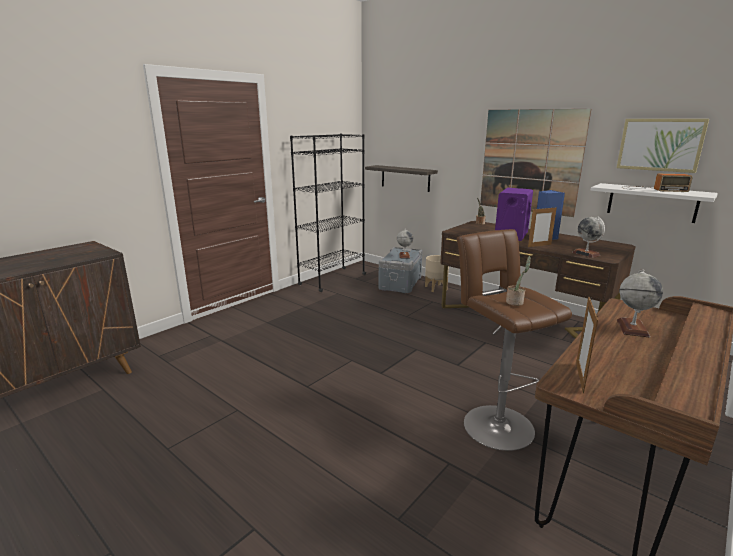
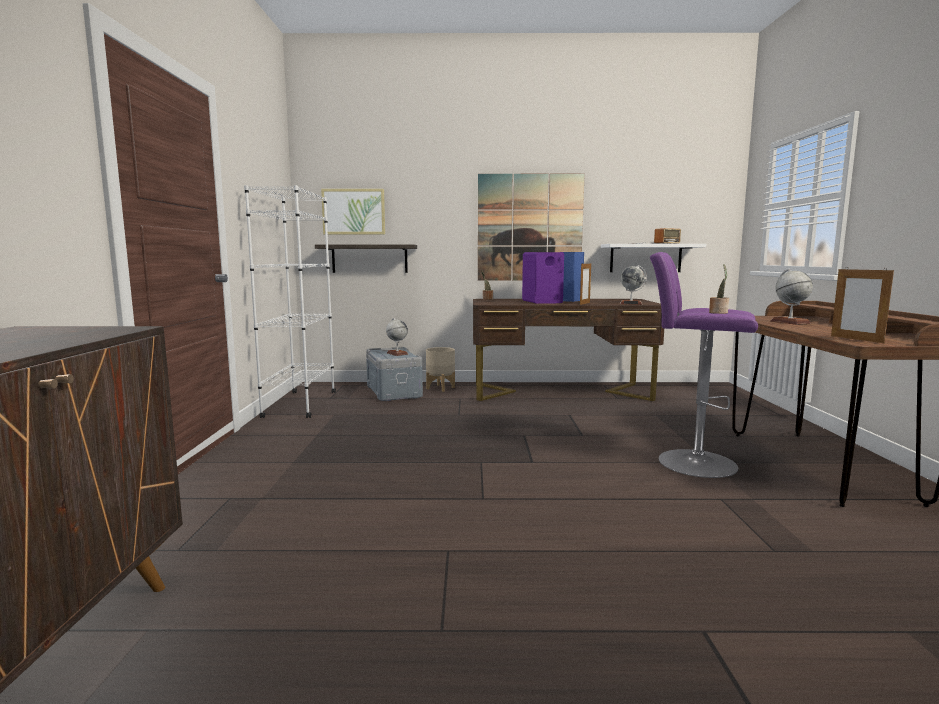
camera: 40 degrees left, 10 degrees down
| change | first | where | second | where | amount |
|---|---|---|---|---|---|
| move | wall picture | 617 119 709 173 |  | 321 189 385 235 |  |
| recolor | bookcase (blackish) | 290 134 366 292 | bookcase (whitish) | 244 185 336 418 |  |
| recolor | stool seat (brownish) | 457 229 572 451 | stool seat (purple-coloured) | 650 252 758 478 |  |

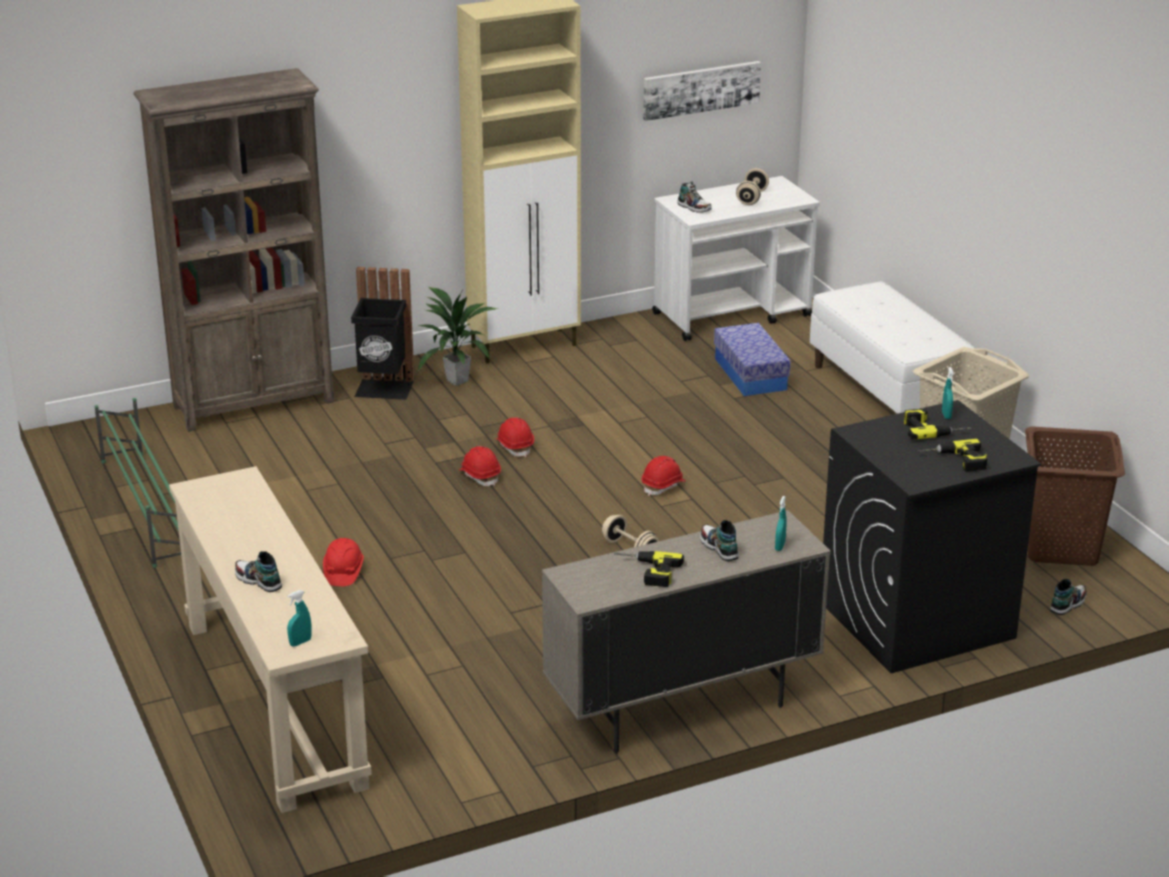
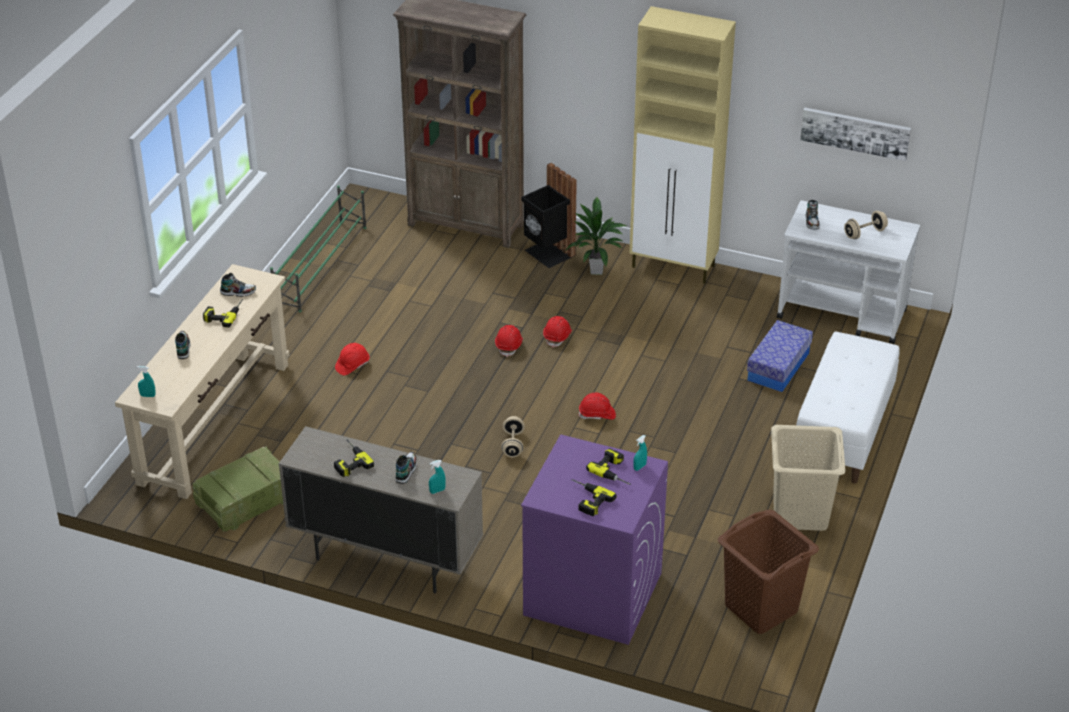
camera: 45 degrees right, 10 degrees up
| change | first | where | second | where | amount |
|---|---|---|---|---|---|
| insert |  |  | packing crate | 192 446 283 532 |  |
| insert |  |  | power drill | 203 300 242 328 |  |
| move | shoe | 1050 579 1087 615 |  | 220 273 256 297 |  |
| recolor | washing machine (blackish) | 823 400 1041 673 | washing machine (purple-coloured) | 521 434 668 645 |  |

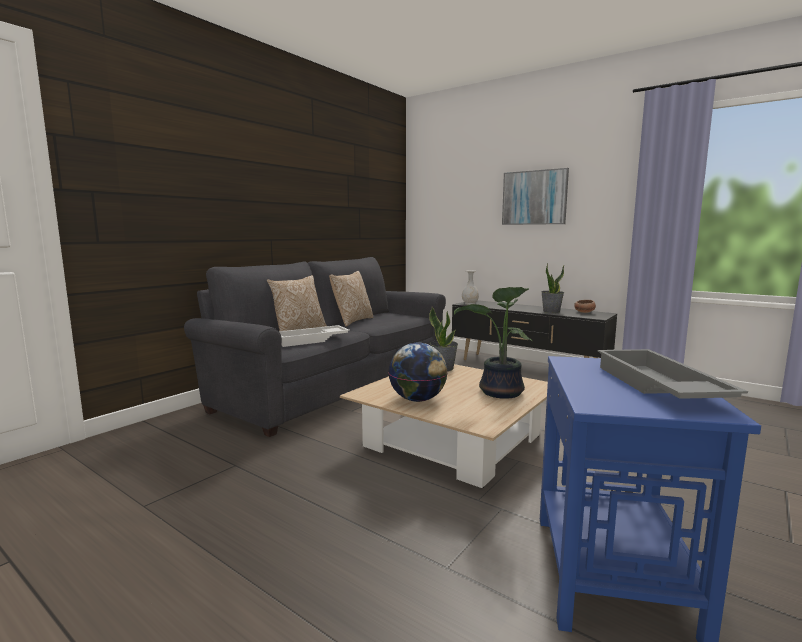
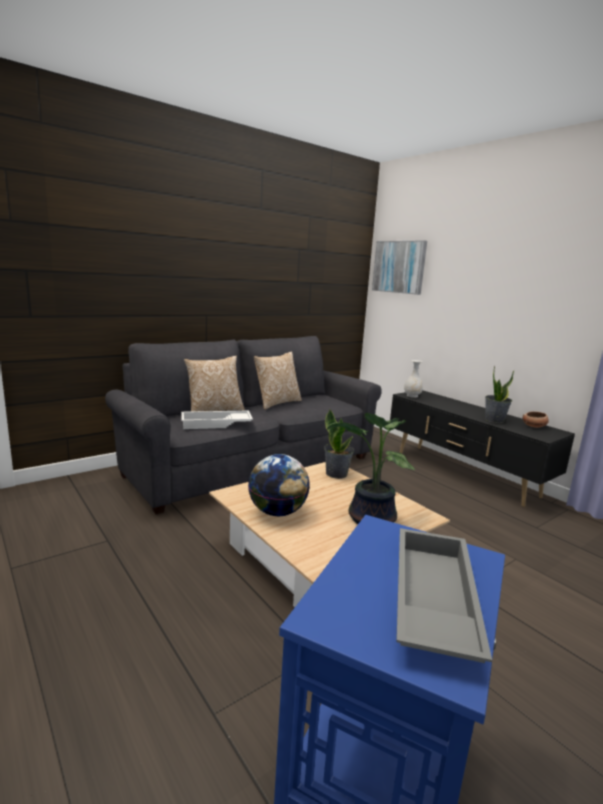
camera: 15 degrees right, 5 degrees up
| change | first | where | second | where | amount |
|---|---|---|---|---|---|
| move | wall picture | 502 168 569 225 |  | 372 240 427 295 |  |

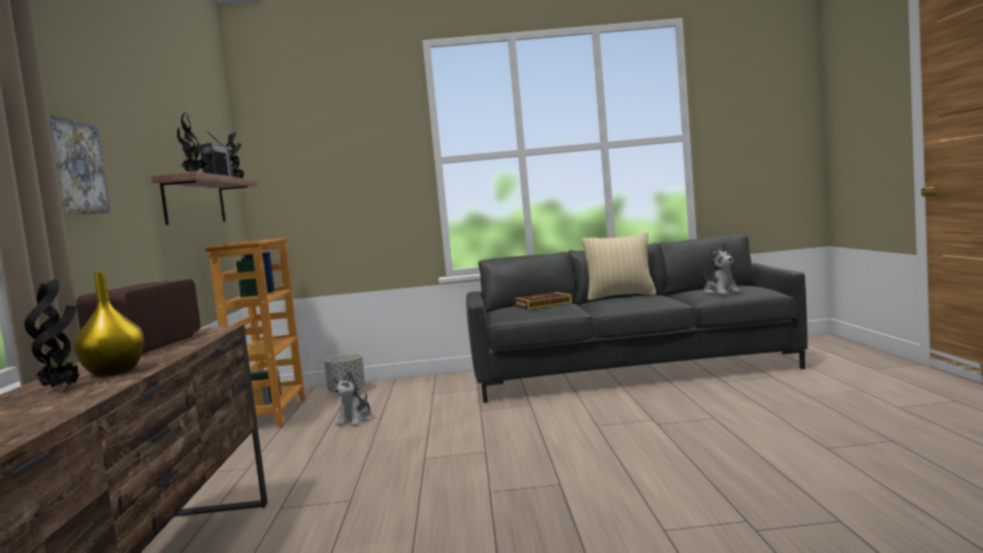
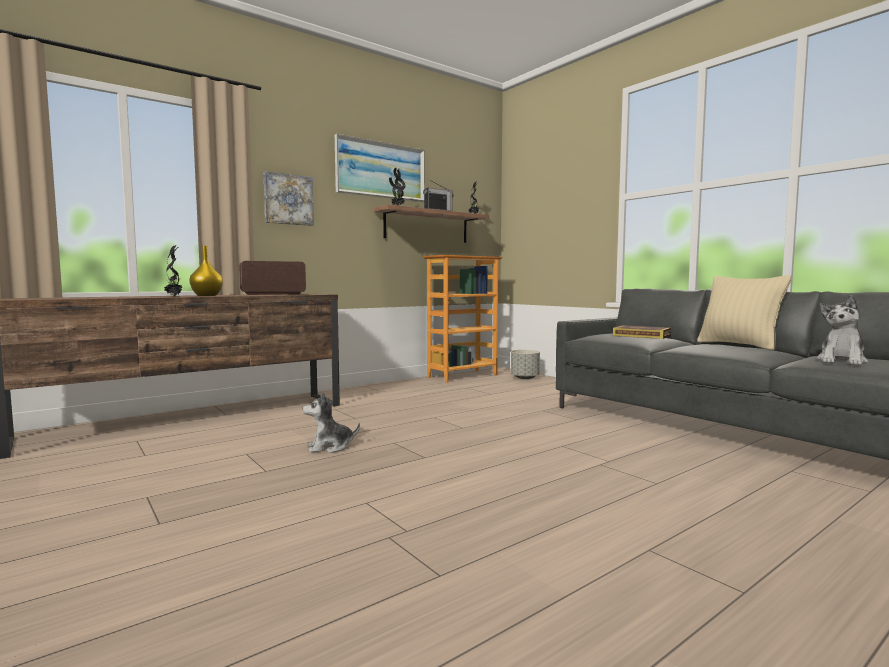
camera: 55 degrees right, 0 degrees up
| change | first | where | second | where | amount |
|---|---|---|---|---|---|
| insert |  |  | wall picture | 335 134 425 202 |  |
| move | plush toy | 333 371 372 426 |  | 303 392 360 453 |  |

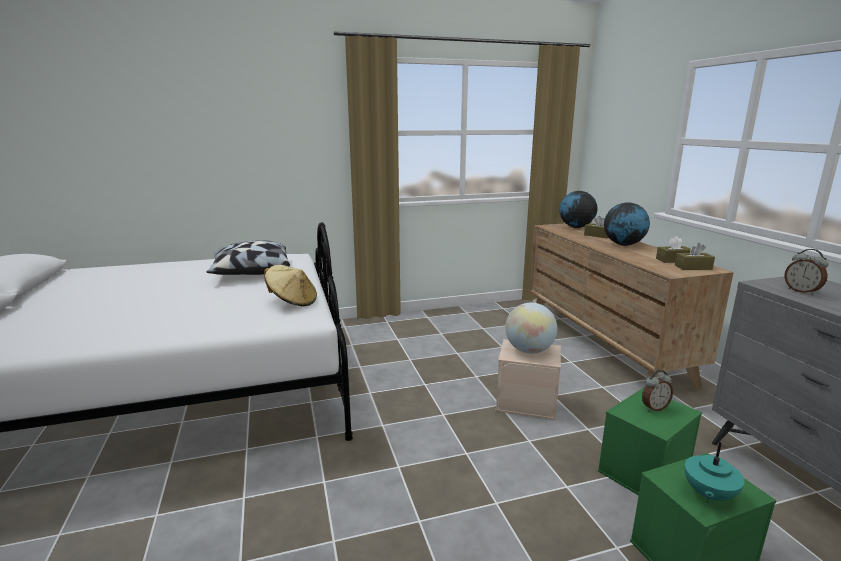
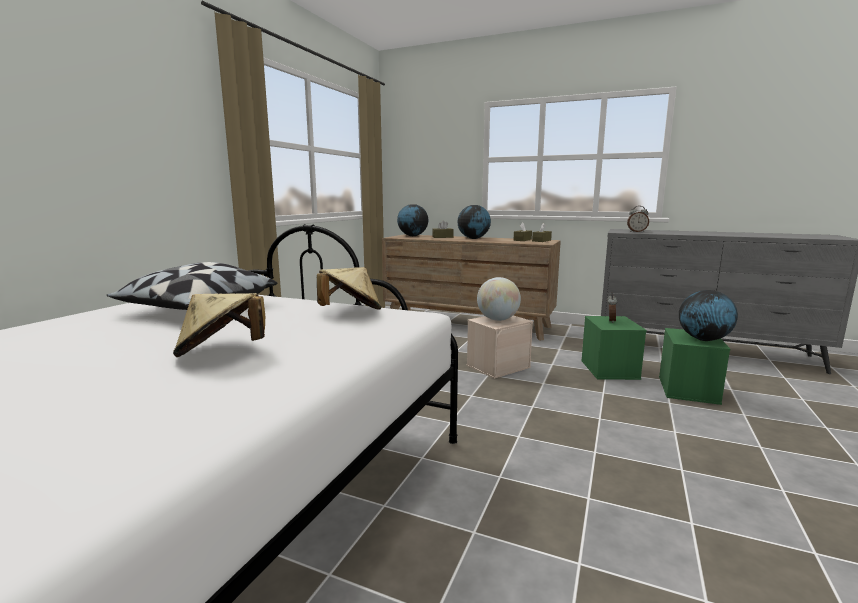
camera: 50 degrees left, 5 degrees down
| change | first | where | second | where | amount |
|---|---|---|---|---|---|
| insert |  |  | hat (beige-coloured) | 173 293 265 357 |  |
| replace | pot for tea (turquoise) | 685 442 745 503 | globe | 679 290 738 341 |  |

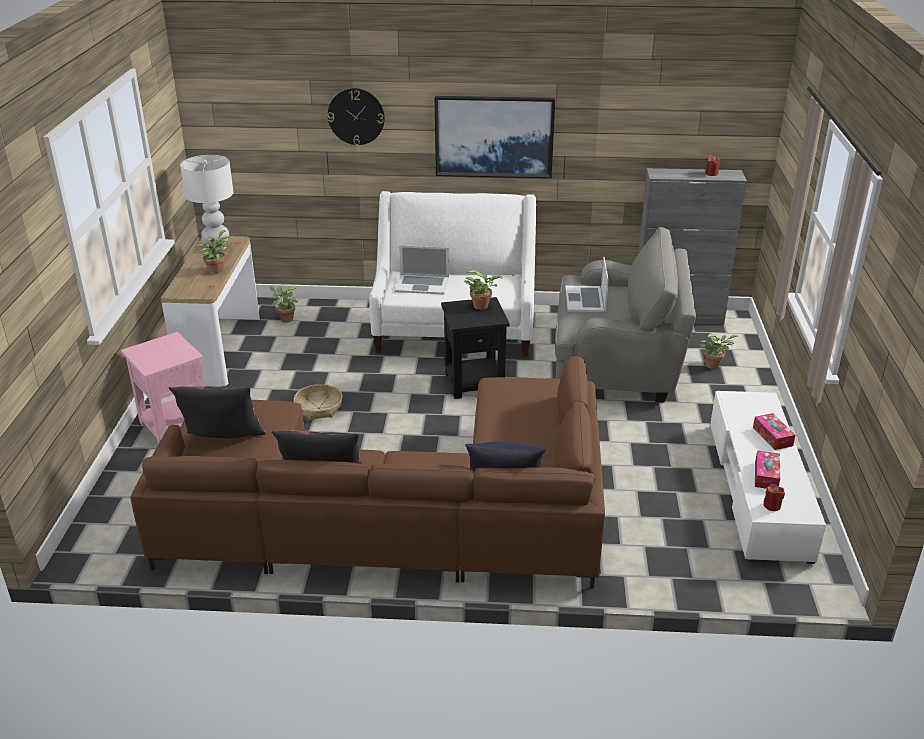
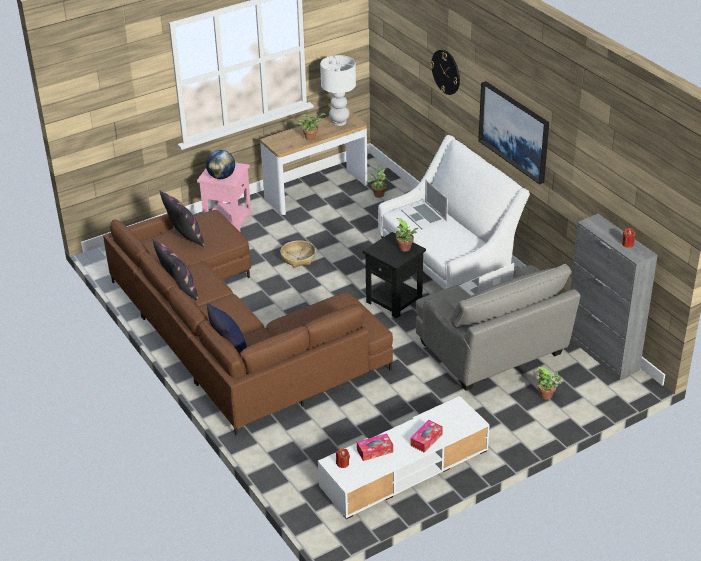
camera: 55 degrees right, 5 degrees up
| change | first | where | second | where | amount |
|---|---|---|---|---|---|
| insert |  |  | globe | 206 150 235 179 |  |

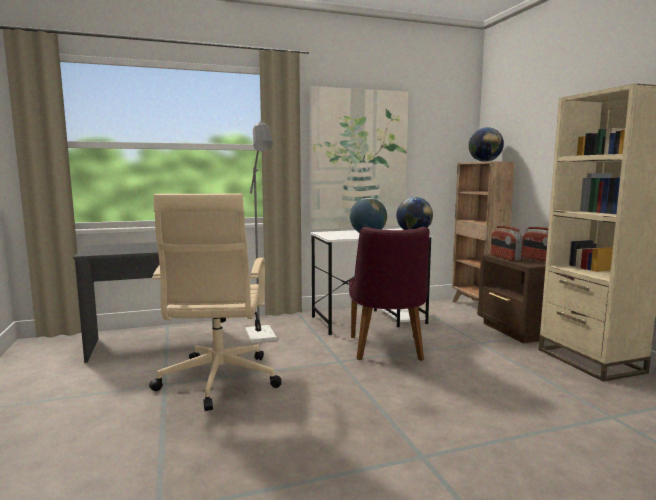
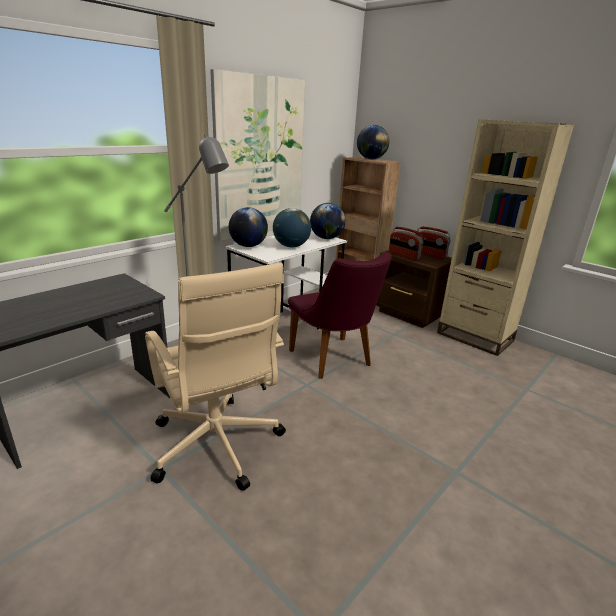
camera: 30 degrees left, 15 degrees up
| change | first | where | second | where | amount |
|---|---|---|---|---|---|
| insert |  |  | globe | 229 207 268 247 |  |

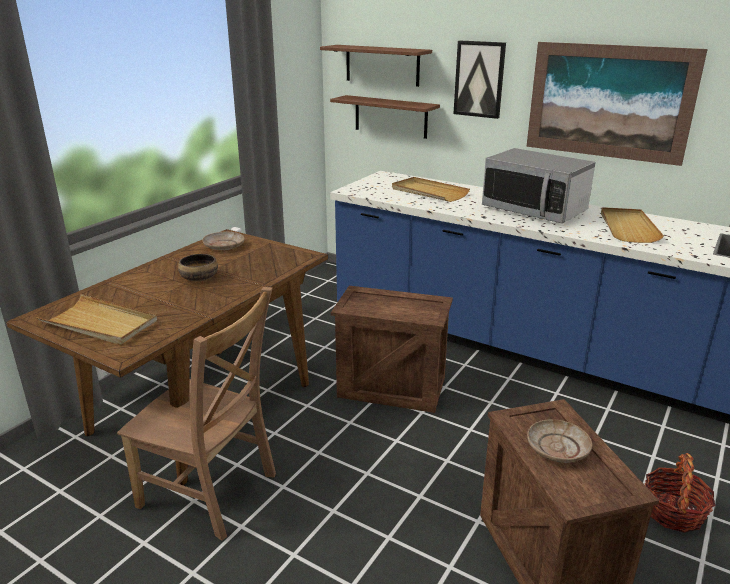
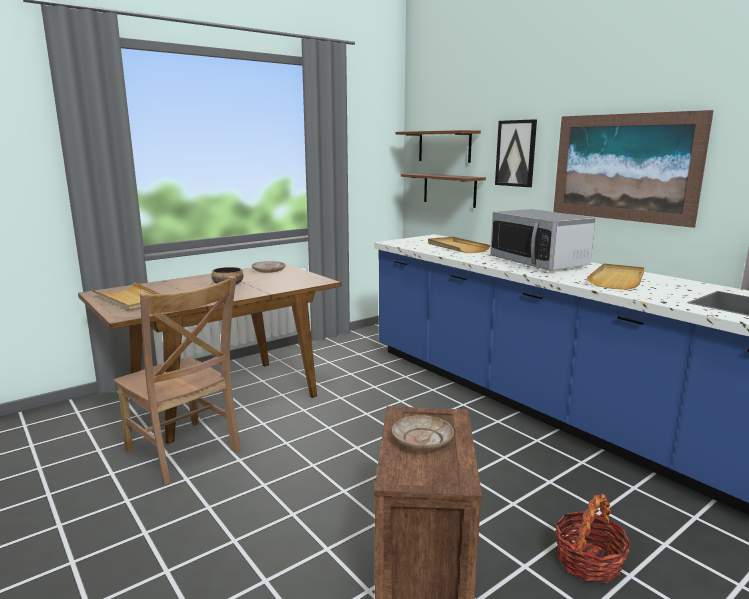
camera: 20 degrees right, 10 degrees down
| change | first | where | second | where | amount |
|---|---|---|---|---|---|
| delete | packing crate | 331 286 453 413 |  |  |  |

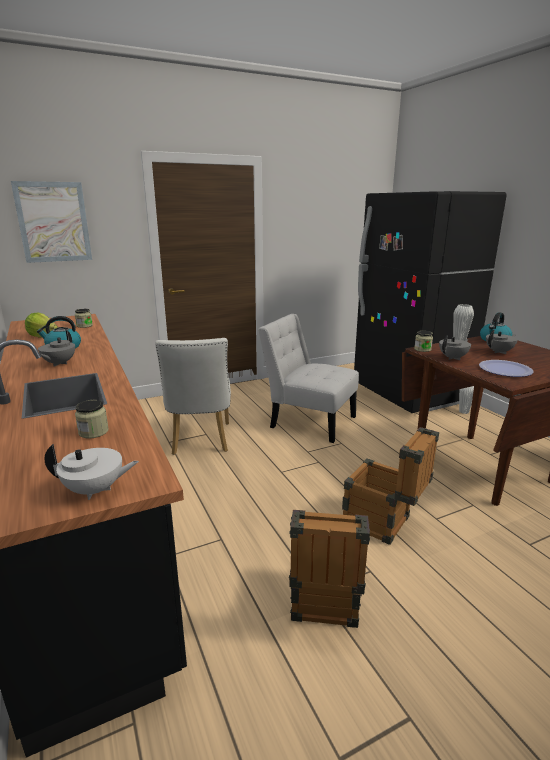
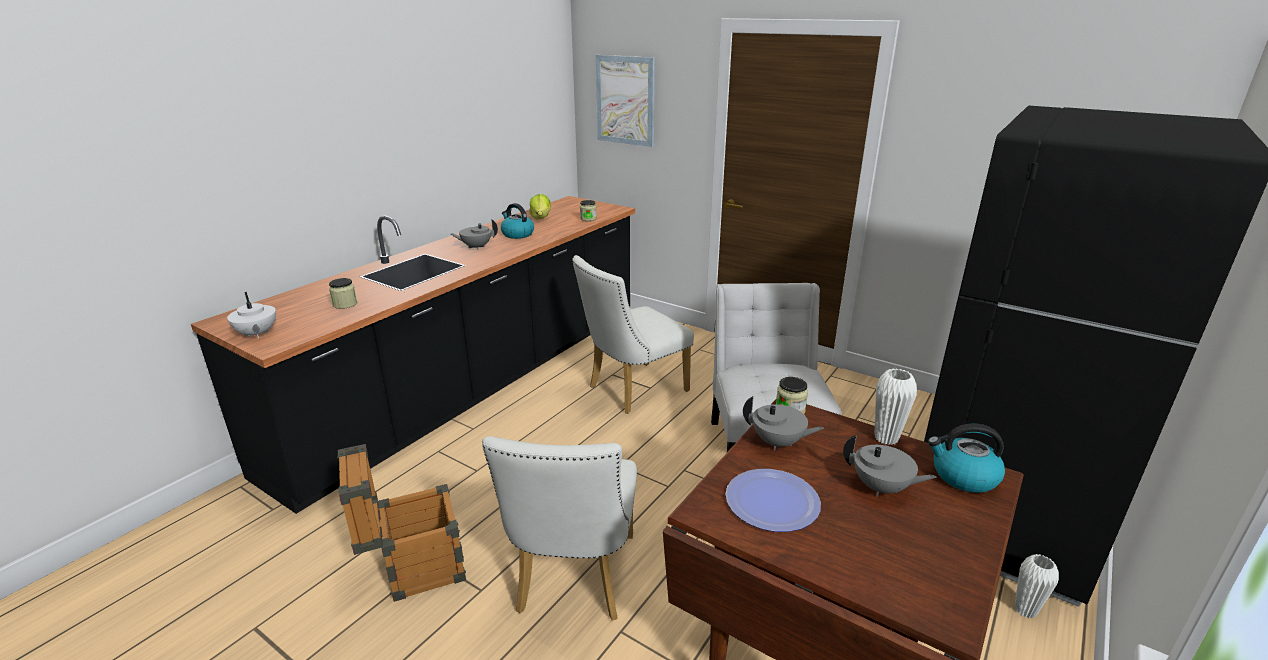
camera: 60 degrees right, 5 degrees up
| change | first | where | second | where | amount |
|---|---|---|---|---|---|
| replace | packing crate | 342 427 439 545 | chair (whitish) | 482 436 637 621 |  |

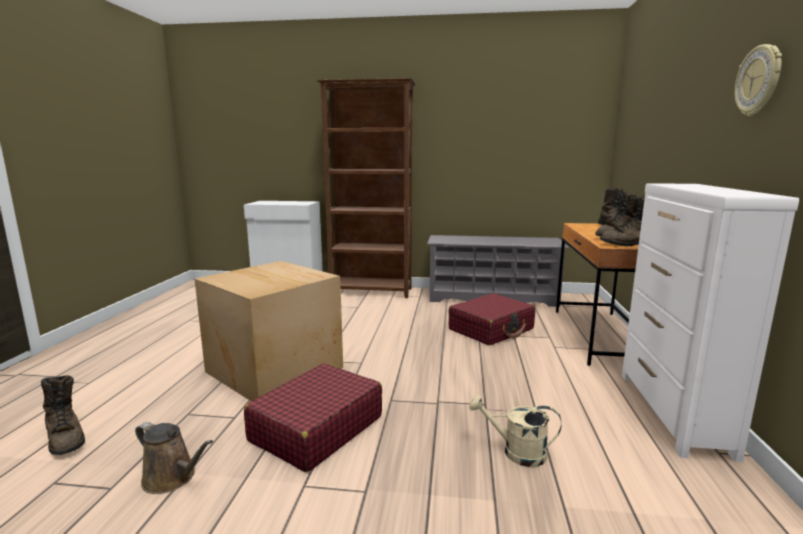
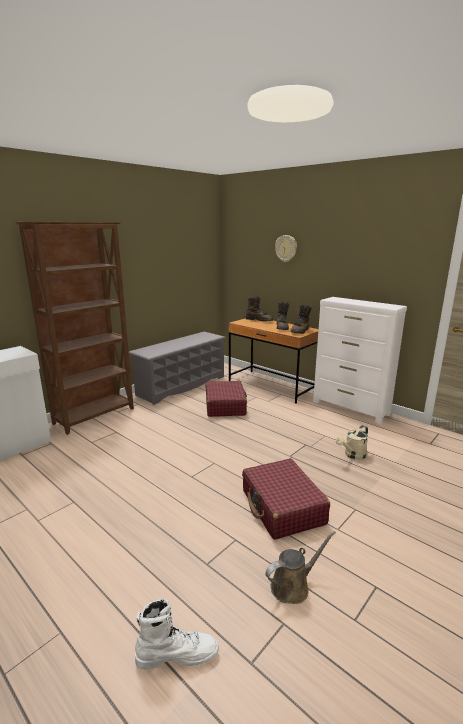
camera: 55 degrees left, 5 degrees up
| change | first | where | second | where | amount |
|---|---|---|---|---|---|
| delete | cardboard box | 195 261 343 401 |  |  |  |
| move | hanging clock | 734 44 782 116 |  | 275 235 297 262 |  |
| recolor | high-top boot (brownish) | 41 375 85 455 | high-top boot (whitish) | 135 599 219 670 |  |

